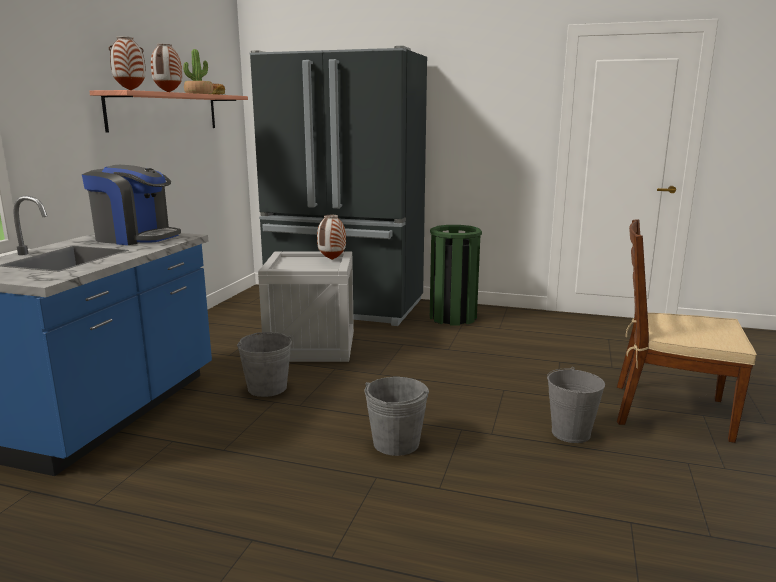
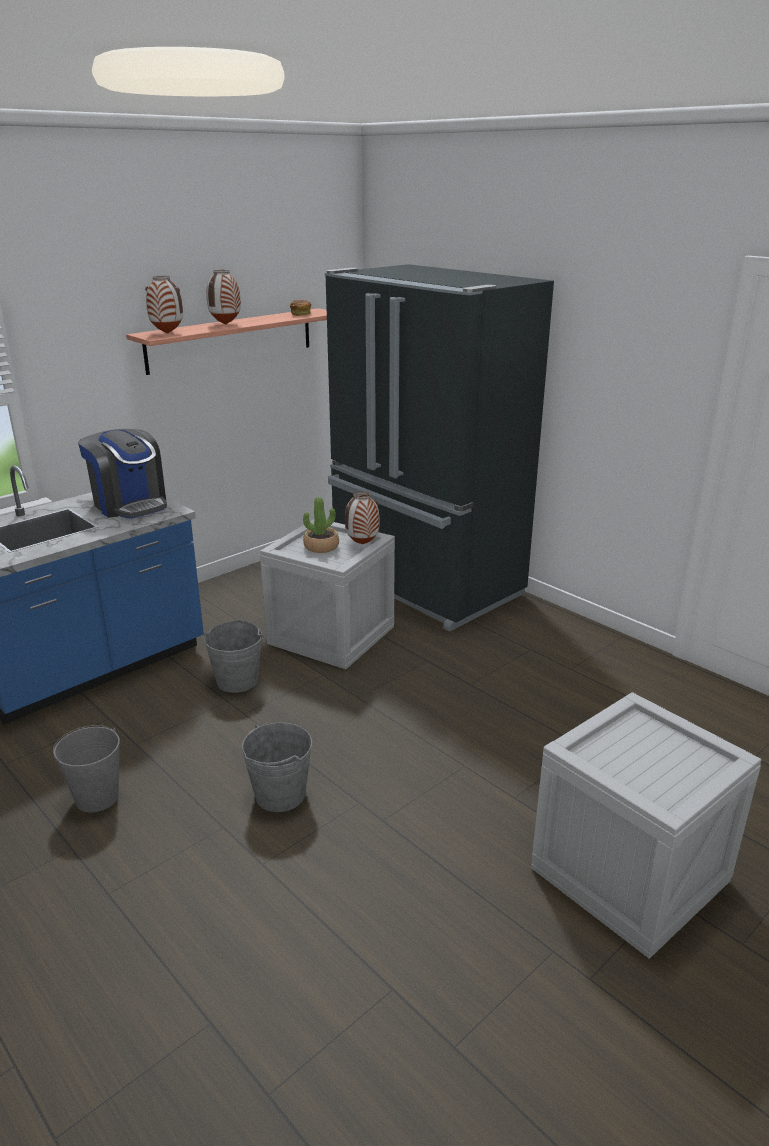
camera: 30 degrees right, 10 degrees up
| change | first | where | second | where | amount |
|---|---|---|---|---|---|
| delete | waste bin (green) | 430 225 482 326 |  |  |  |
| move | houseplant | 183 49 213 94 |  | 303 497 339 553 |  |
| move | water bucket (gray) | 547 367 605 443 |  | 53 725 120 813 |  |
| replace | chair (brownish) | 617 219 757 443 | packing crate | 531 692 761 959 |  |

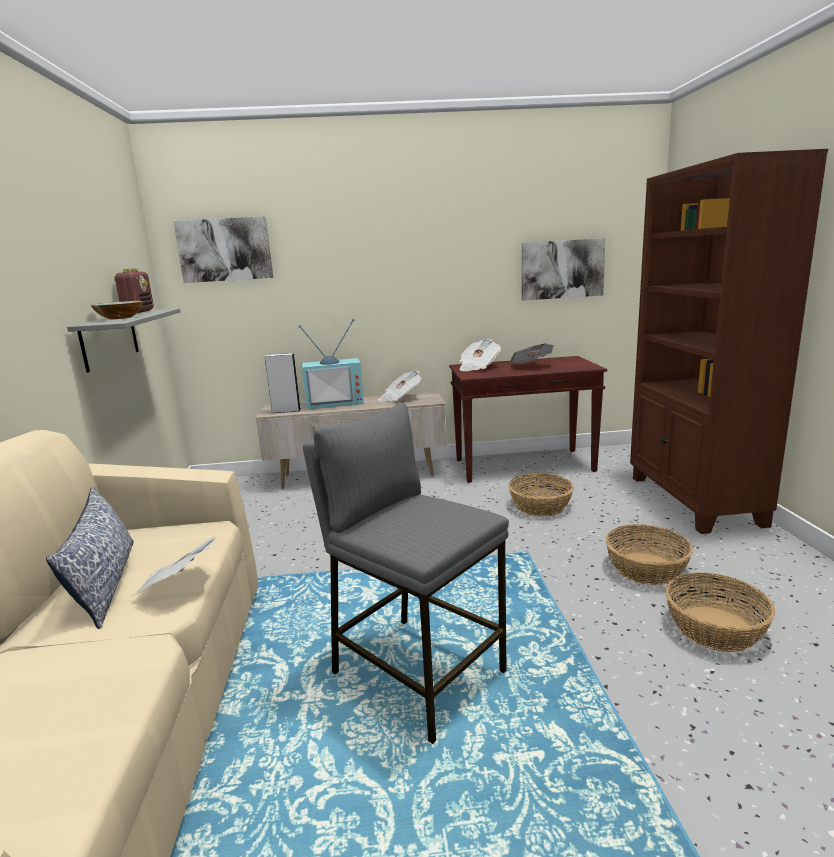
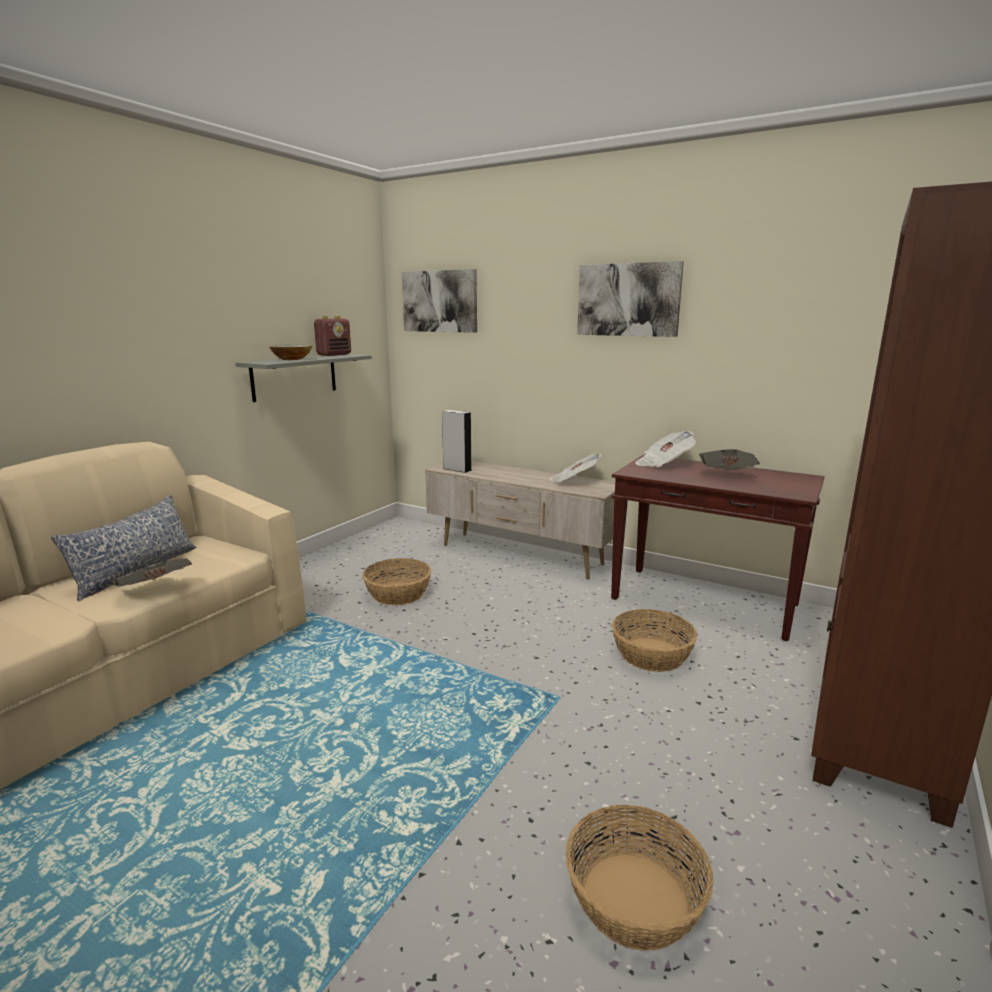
camera: 35 degrees right, 0 degrees up
| change | first | where | second | where | amount |
|---|---|---|---|---|---|
| delete | TV | 298 318 364 410 |  |  |  |
| delete | stool seat (gray) | 303 403 509 744 |  |  |  |
| move | wall picture | 522 238 606 300 |  | 577 261 684 337 |  |
| move | household basket | 605 524 693 585 |  | 362 558 431 605 |  |

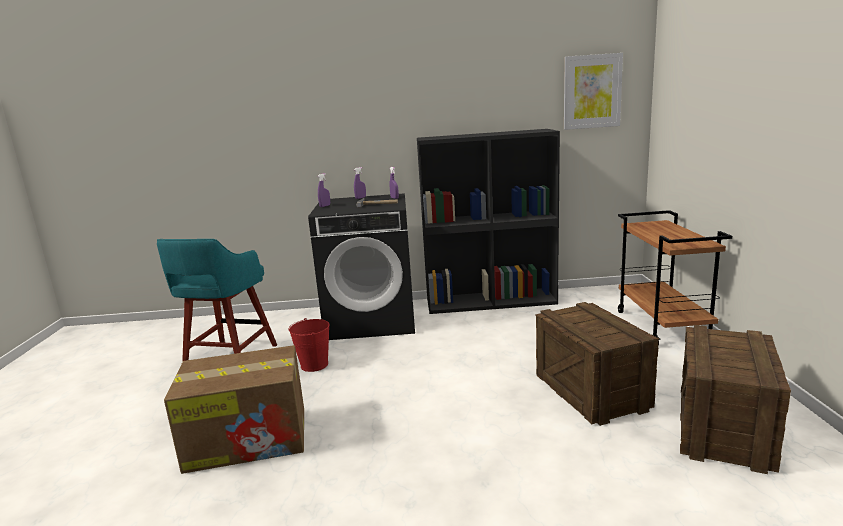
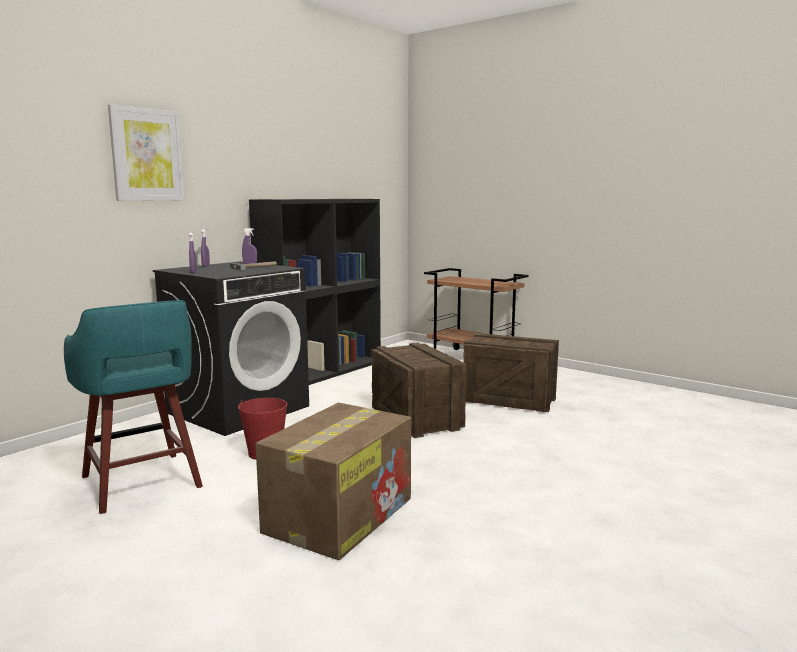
camera: 50 degrees left, 5 degrees down
| change | first | where | second | where | amount |
|---|---|---|---|---|---|
| move | wall picture | 564 53 623 130 |  | 108 104 185 201 |  |
| move | packing crate | 680 325 791 474 |  | 371 342 467 438 |  |

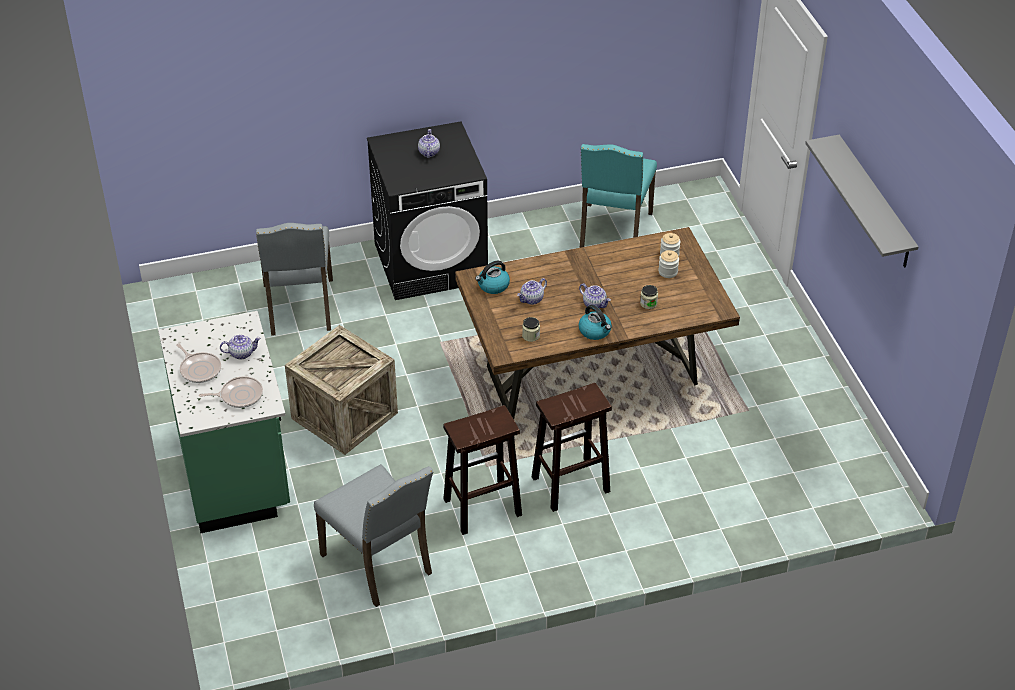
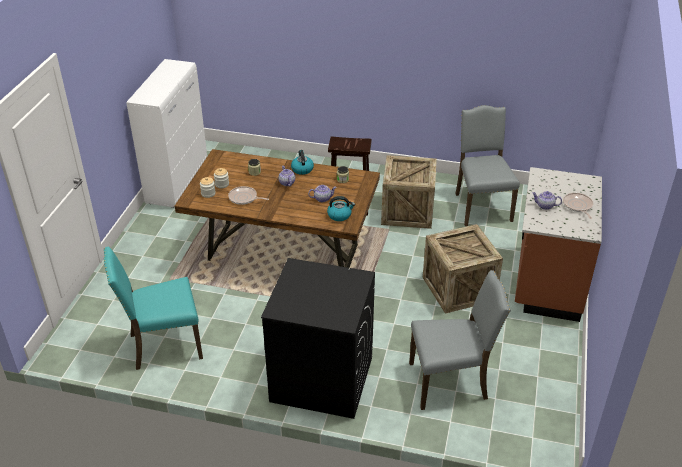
camera: 150 degrees left, 5 degrees down
| change | first | where | second | where | amount |
|---|---|---|---|---|---|
| delete | pot for tea | 418 129 440 158 |  |  |  |
| delete | shelf (gray) | 805 135 919 268 |  |  |  |
| insert |  |  | cupboard (whitish) | 126 59 207 208 |  |
| move | skillet | 199 376 263 408 |  | 228 186 269 205 |  |
| replace | stool seat (brownish) | 443 405 522 535 | packing crate | 381 155 437 229 |  |
| recolor | counter (green) | 158 311 290 533 | counter (brownish) | 515 167 602 322 |  |
| rotate | chair (gray) | 256 223 333 336 |  | 409 270 511 410 | 60 degrees clockwise |
| rotate | chair (turquoise) | 580 144 657 248 |  | 104 247 203 370 | 150 degrees counterclockwise |

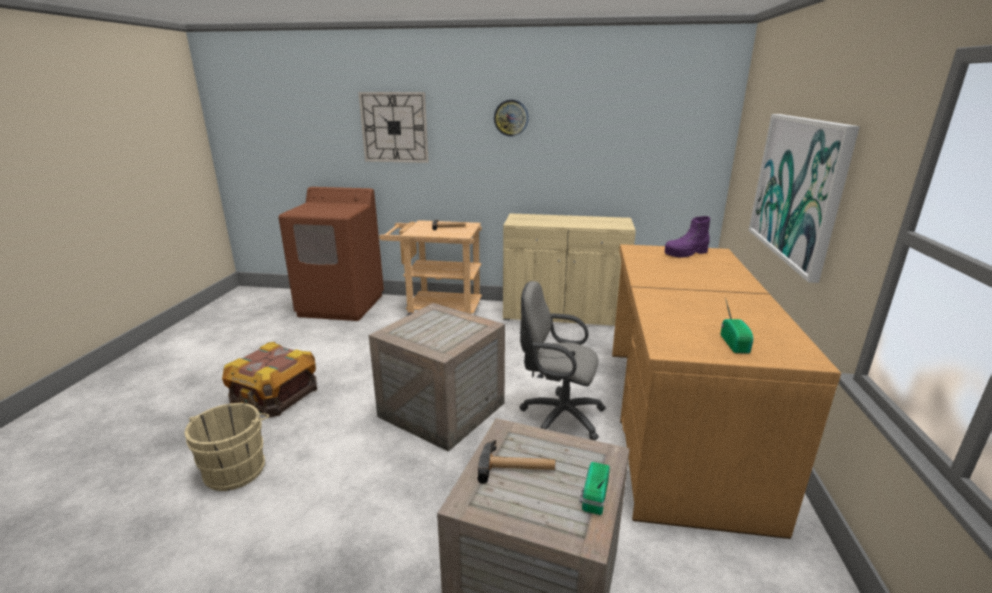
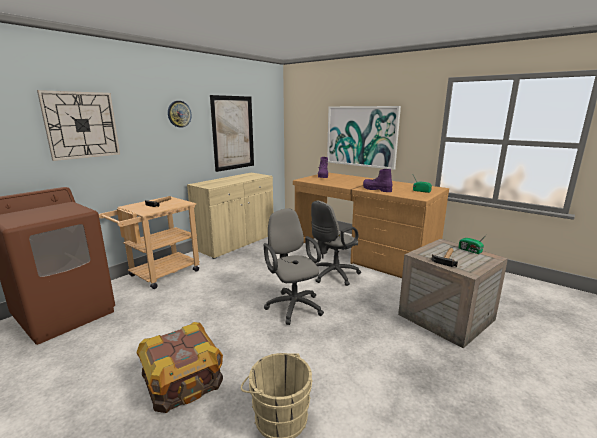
camera: 60 degrees left, 5 degrees down
| change | first | where | second | where | amount |
|---|---|---|---|---|---|
| insert |  |  | wall picture | 210 95 254 172 |  |
| insert |  |  | high-top boot (purple-coloured) | 363 169 392 192 |  |
| replace | packing crate | 369 303 505 452 | computer chair (gray) | 264 209 324 325 |  |

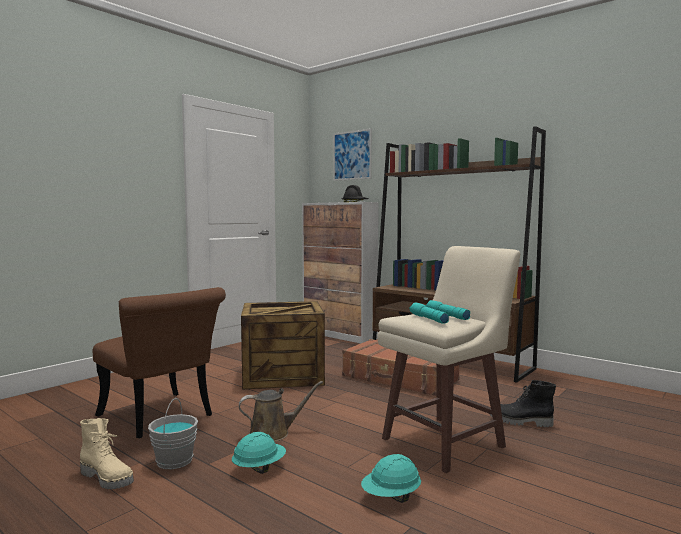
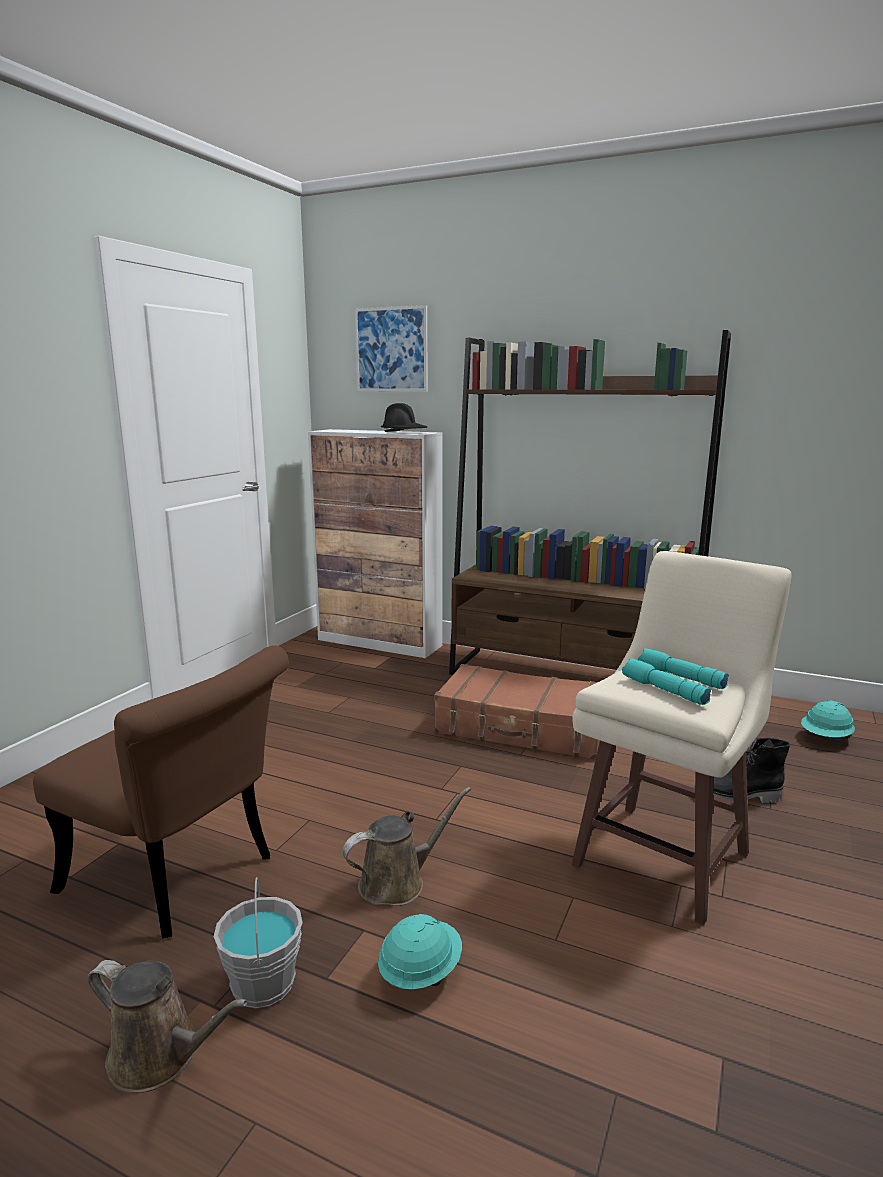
camera: 15 degrees left, 10 degrees up
| change | first | where | second | where | amount |
|---|---|---|---|---|---|
| delete | packing crate | 241 301 325 390 |  |  |  |
| move | work helmet (turquoise) | 361 454 421 503 |  | 801 700 855 741 |  |
| replace | high-top boot (beige-coloured) | 80 418 134 489 | sprinkling can (brownish) | 88 960 248 1093 |  |

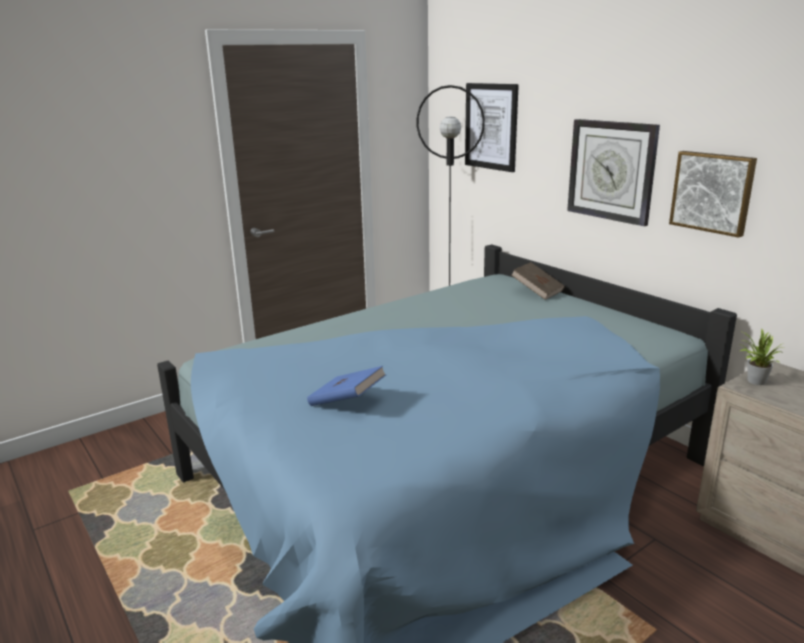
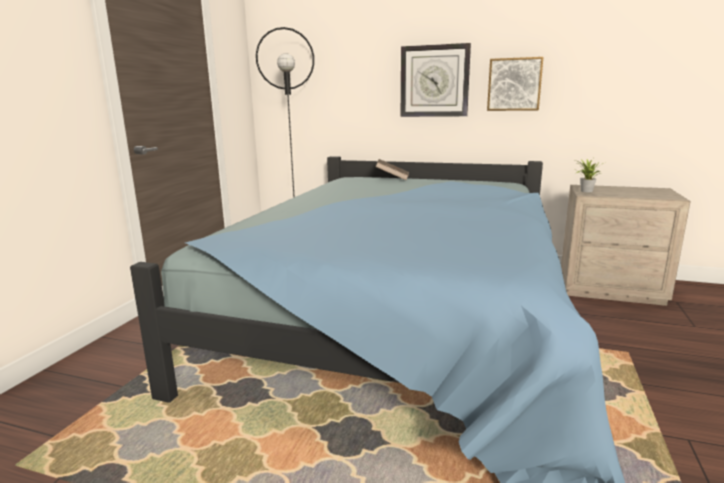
camera: 35 degrees left, 5 degrees down
| change | first | where | second | where | amount |
|---|---|---|---|---|---|
| delete | book (bluish) | 307 366 386 406 |  |  |  |
| delete | wall picture | 465 83 519 172 |  |  |  |

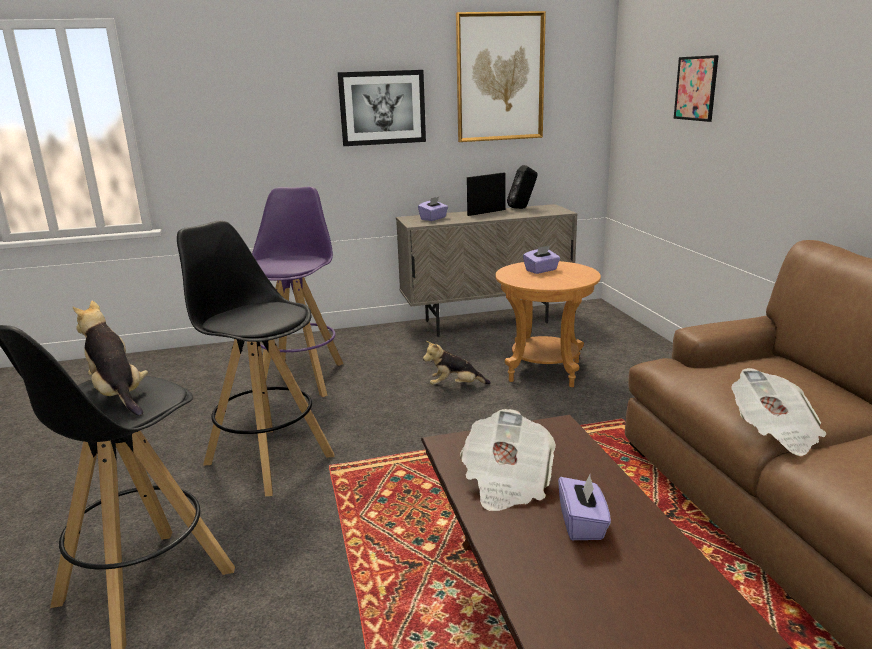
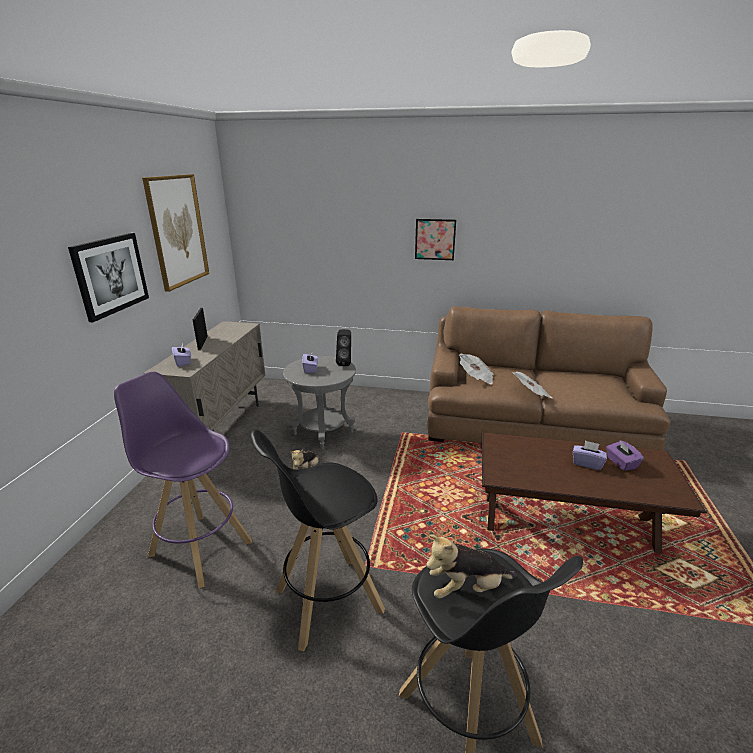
camera: 65 degrees left, 5 degrees up
| change | first | where | second | where | amount |
|---|---|---|---|---|---|
| insert |  |  | box of tissues (purple-coloured) | 606 440 644 471 |  |
| move | printed paper | 460 409 556 511 |  | 459 354 494 384 |  |
| move | speaker (blackish) | 507 165 537 209 |  | 336 329 351 366 |  |
| move | wall picture | 674 55 719 122 |  | 415 219 456 260 |  |
| recolor | side table (brownish) | 495 261 601 387 | side table (gray) | 283 356 356 450 |  |

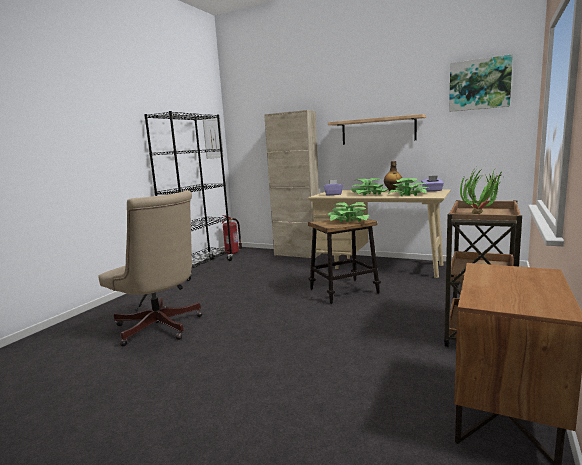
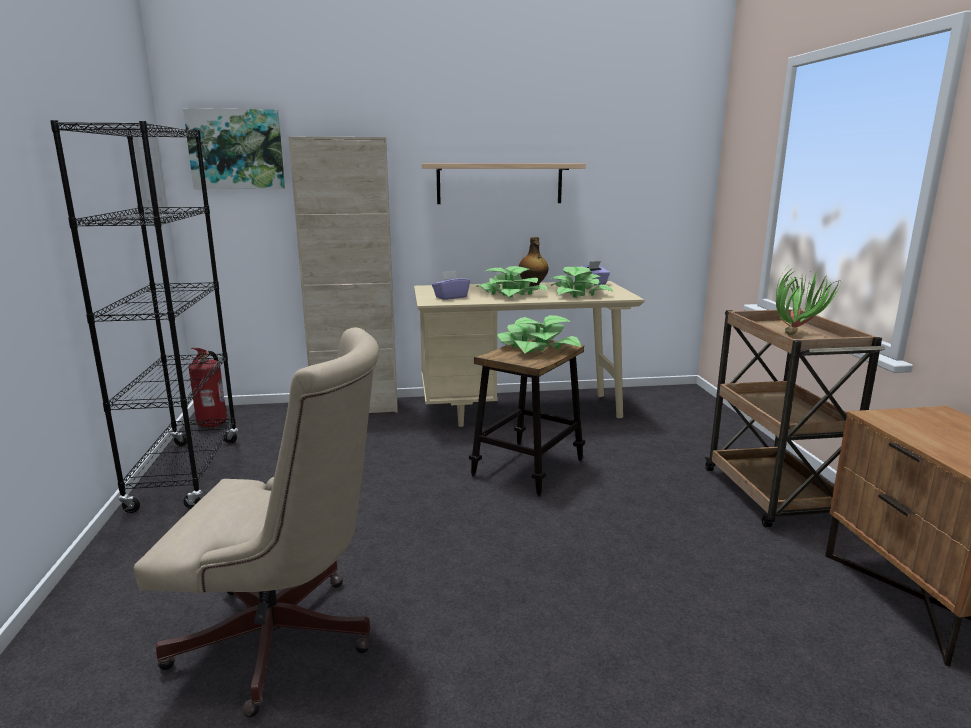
camera: 35 degrees left, 5 degrees up
| change | first | where | second | where | amount |
|---|---|---|---|---|---|
| move | wall picture | 449 54 513 112 |  | 183 108 285 189 |  |

